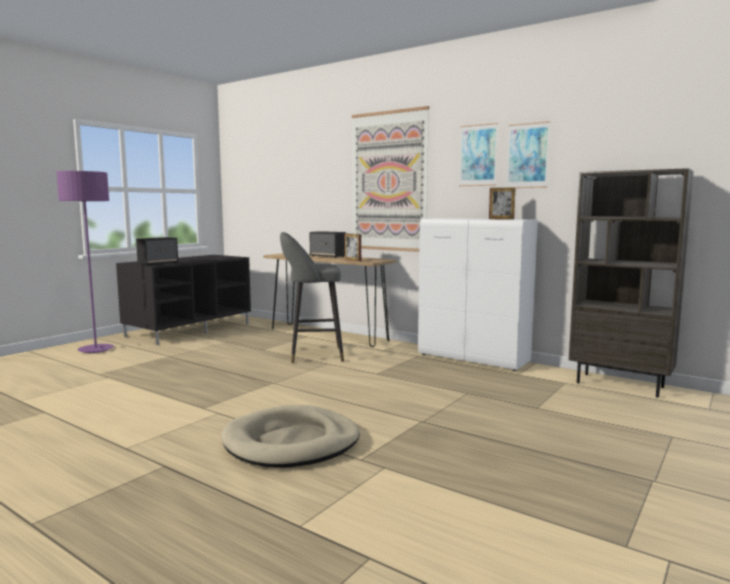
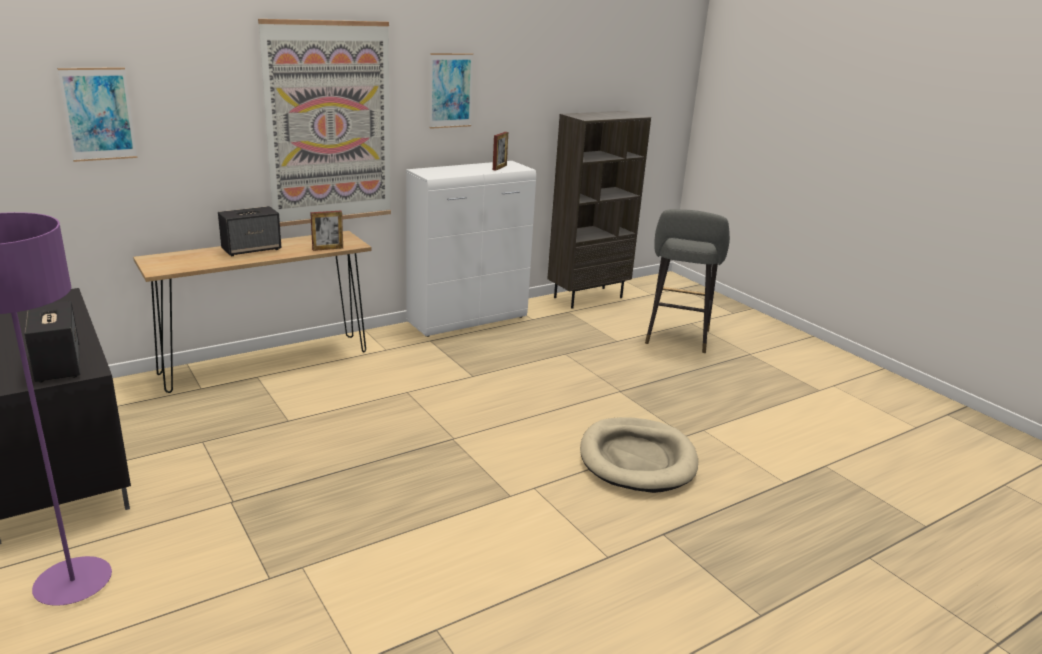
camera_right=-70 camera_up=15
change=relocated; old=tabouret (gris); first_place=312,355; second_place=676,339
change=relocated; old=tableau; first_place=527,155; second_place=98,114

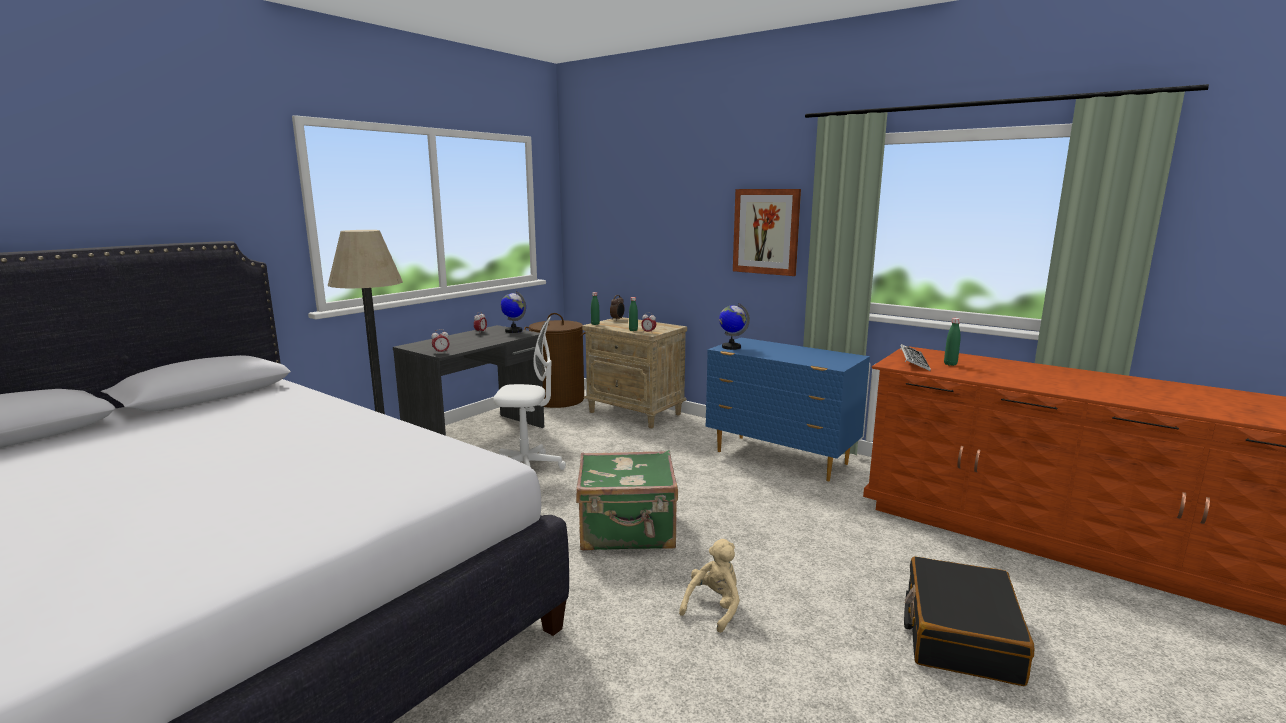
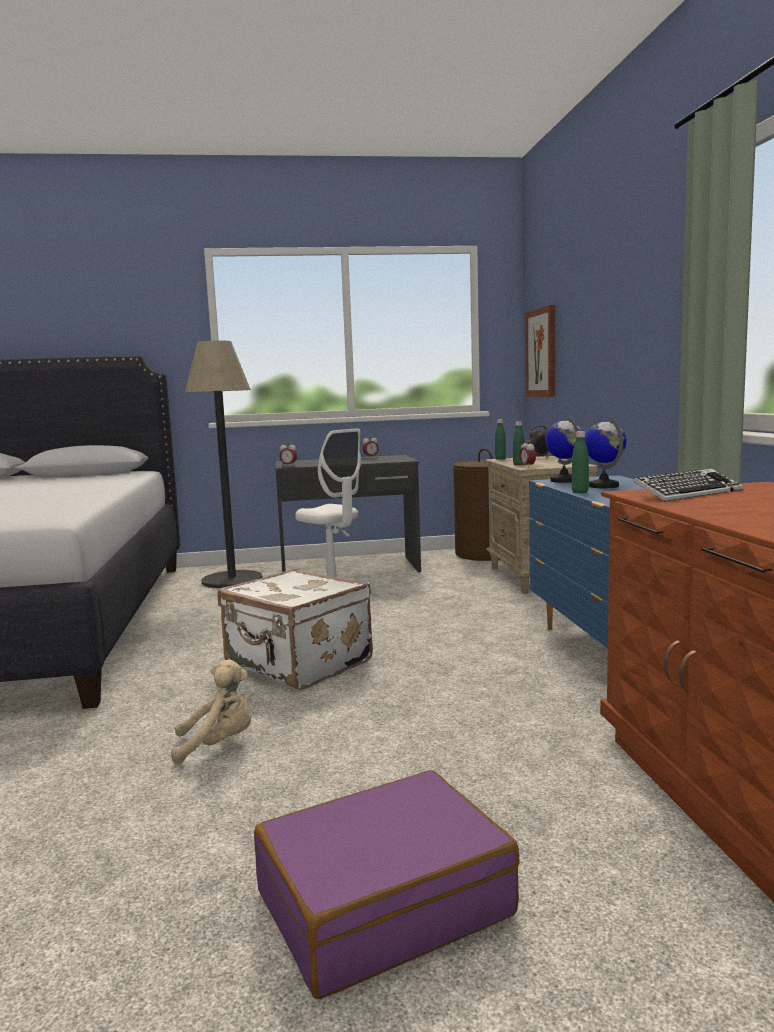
camera_right=45 camera_up=-5
change=relocated; old=globe; first_place=513,331; second_place=603,486
change=colour; old=valise (vert); new=valise (blanc); first_place=627,531; second_place=297,664
change=relocated; old=tableau; first_place=766,231; second_place=542,353
change=colour; old=valise (noir); new=valise (violet); first_place=960,634; second_place=383,902
change=relocated; old=bouteille (vert); first_place=950,364; second_place=580,492

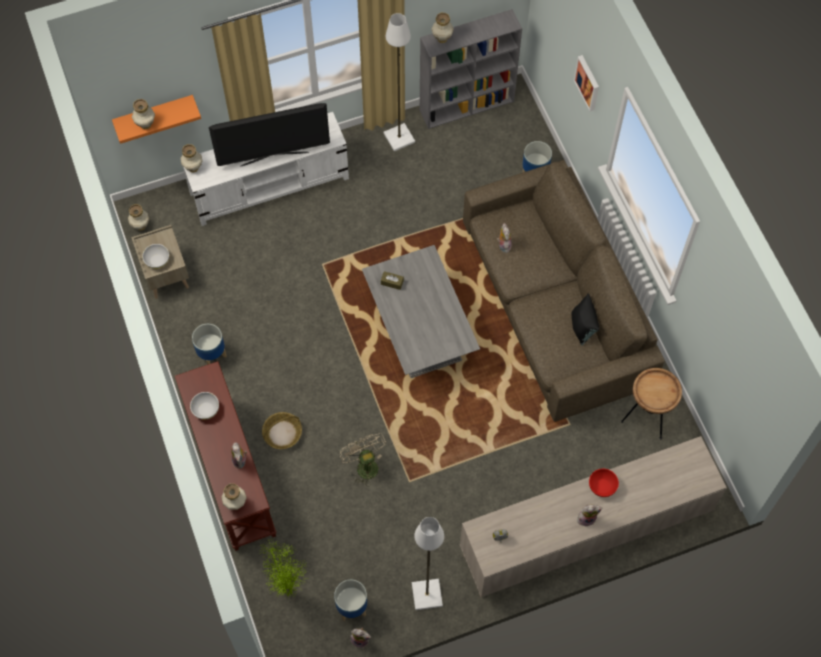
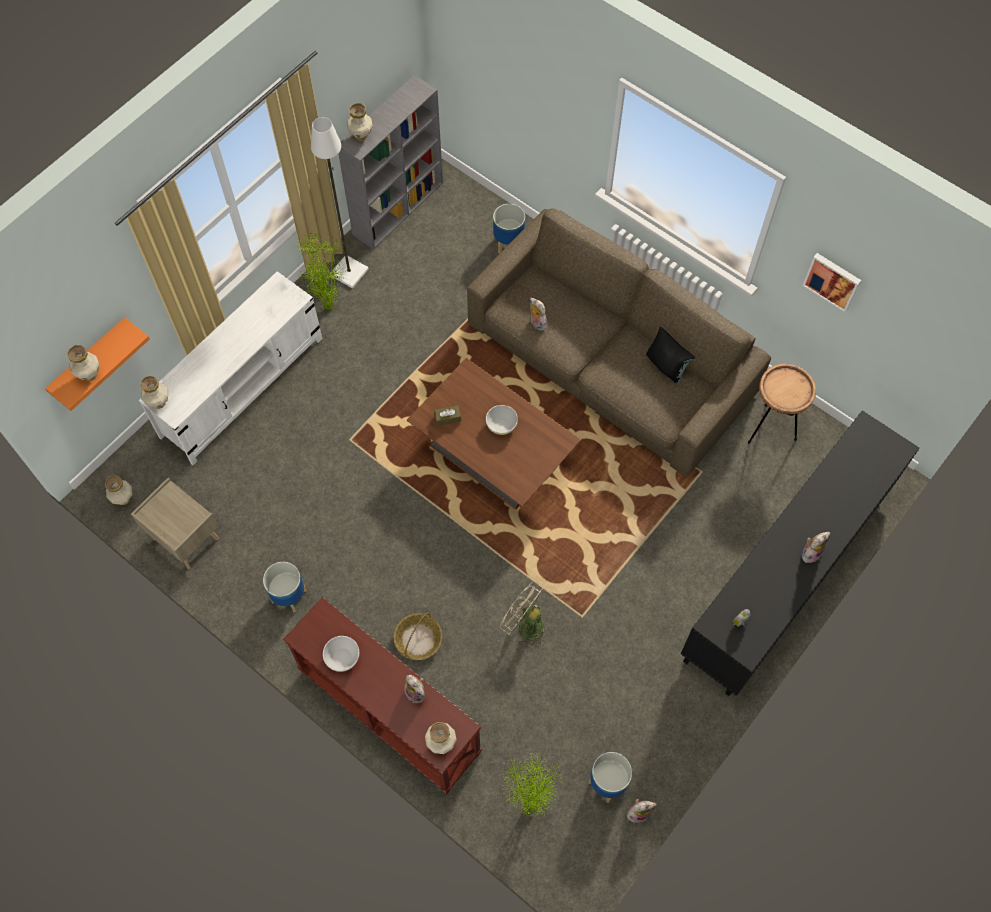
camera_right=-30 camera_up=0
change=relocated; old=bol (blanc); first_place=157,260; second_place=501,425
change=missing; old=téléviseur; first_place=274,158
change=colour; old=table basse (gris); new=table basse (marron); first_place=420,330; second_place=494,456
change=missing; old=lampadaire (blanc); first_place=427,595
change=colour; old=meuble de rangement (beige); new=meuble de rangement (noir); first_place=585,534; second_place=787,573
change=relocated; old=tableau; first_place=588,82; second_place=832,281
change=missing; old=bol (rouge); first_place=602,486
change=appeared; new=plante en pot; second_place=329,308

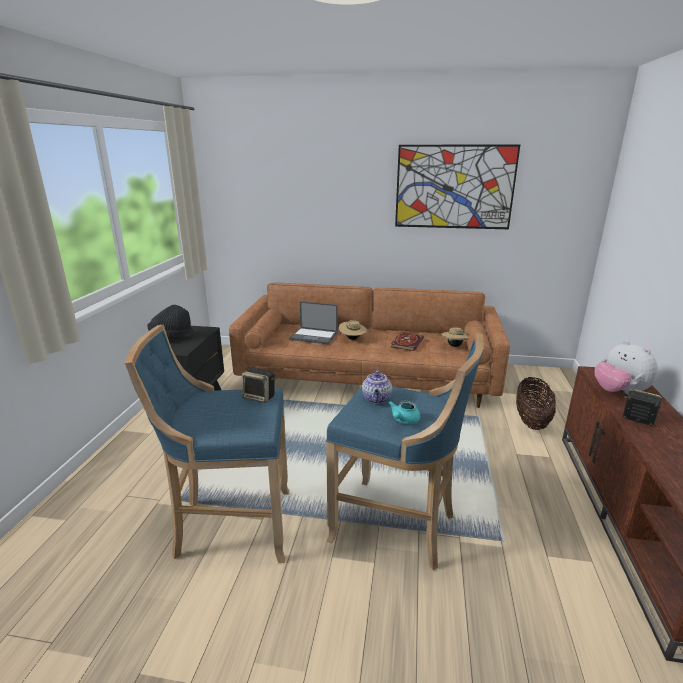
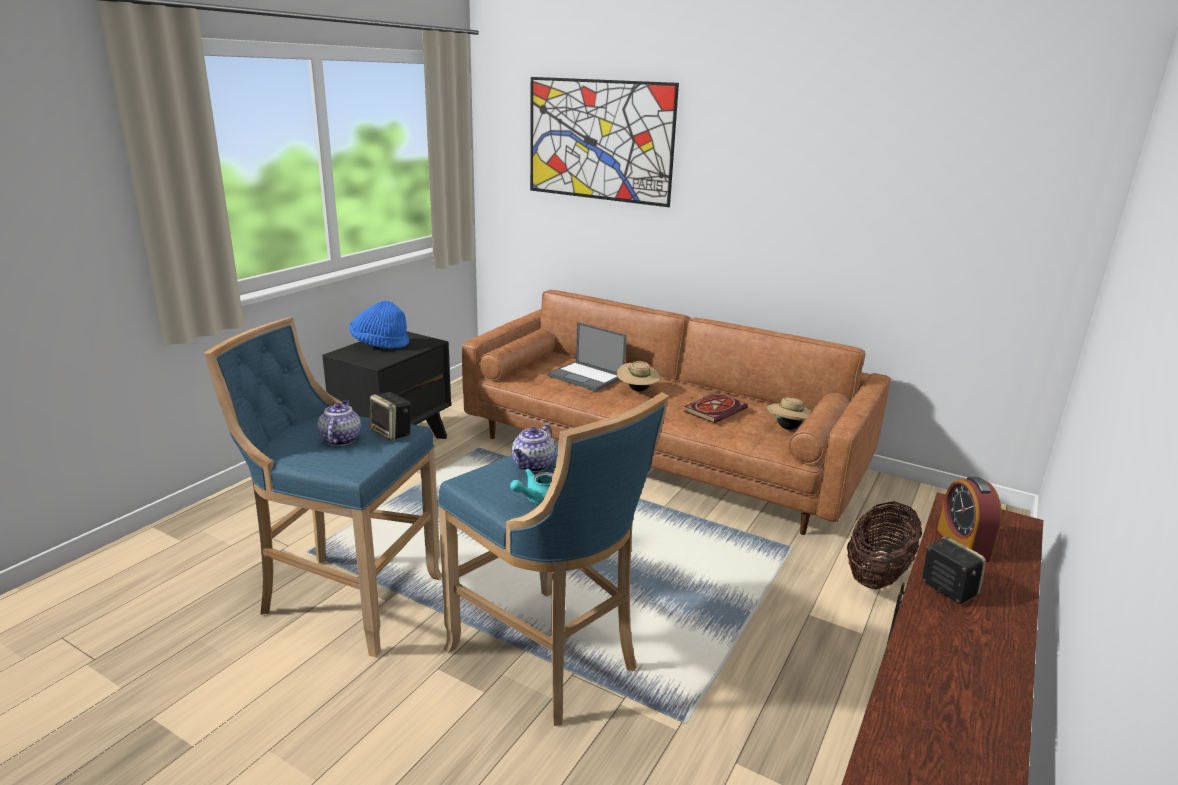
camera_right=20 camera_up=0
change=colour; old=chapeau (noir); new=chapeau (bleu); first_place=171,337; second_place=379,344
change=relocated; old=tableau; first_place=454,187; second_place=599,140
change=exchanged; old=peluche; new=réveil; first_place=619,392; second_place=962,544
change=appeared; new=théière; second_place=340,439

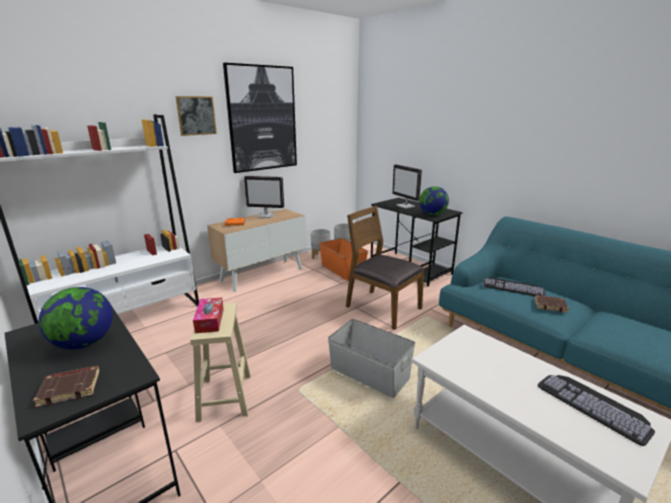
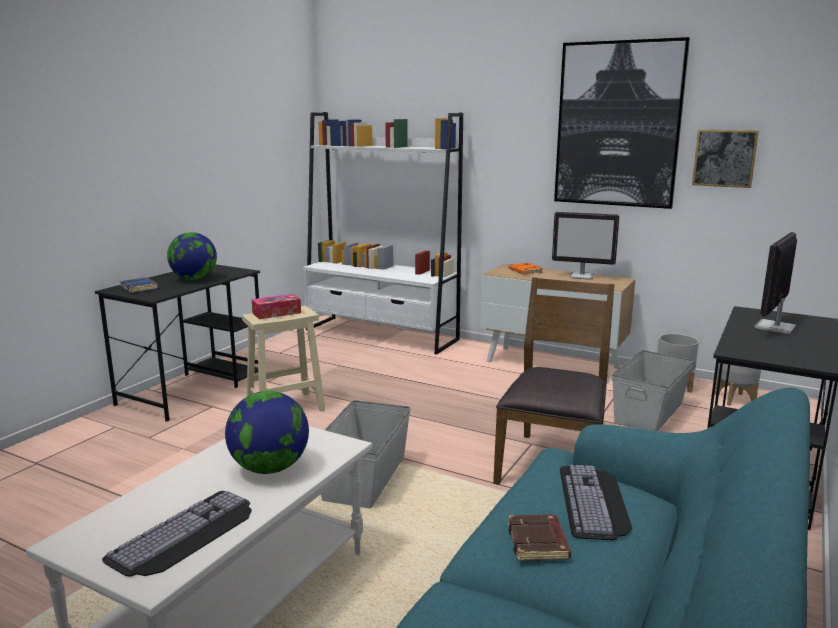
camera_right=70 camera_up=-5
change=colour; old=livre (marron); new=livre (bleu); first_place=71,388; second_place=140,288
change=relocated; old=tableau; first_place=196,115; second_place=724,158
change=spun; old=écran d'ordinateur; first_place=266,215; second_place=582,276; degrees=-60
change=colour; old=boîte de rangement (orange); new=boîte de rangement (gris); first_place=342,270; second_place=649,412
change=relocated; old=globe; first_place=432,214; second_place=270,468

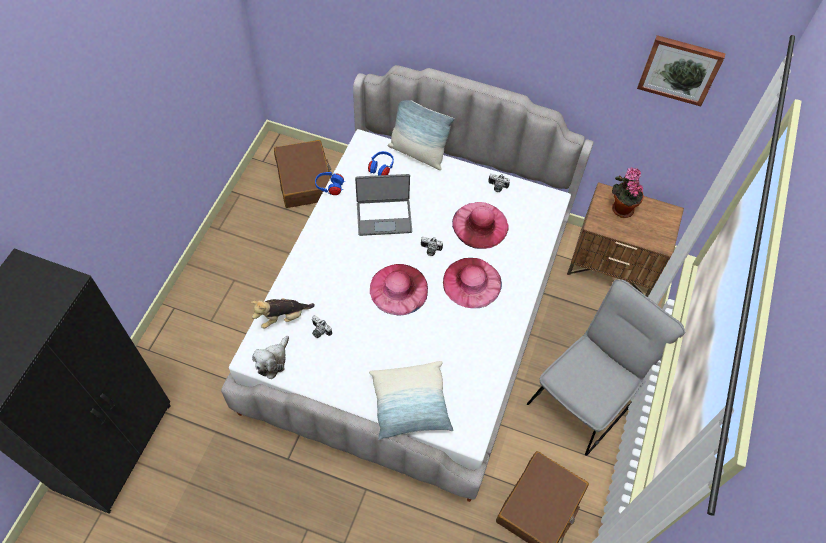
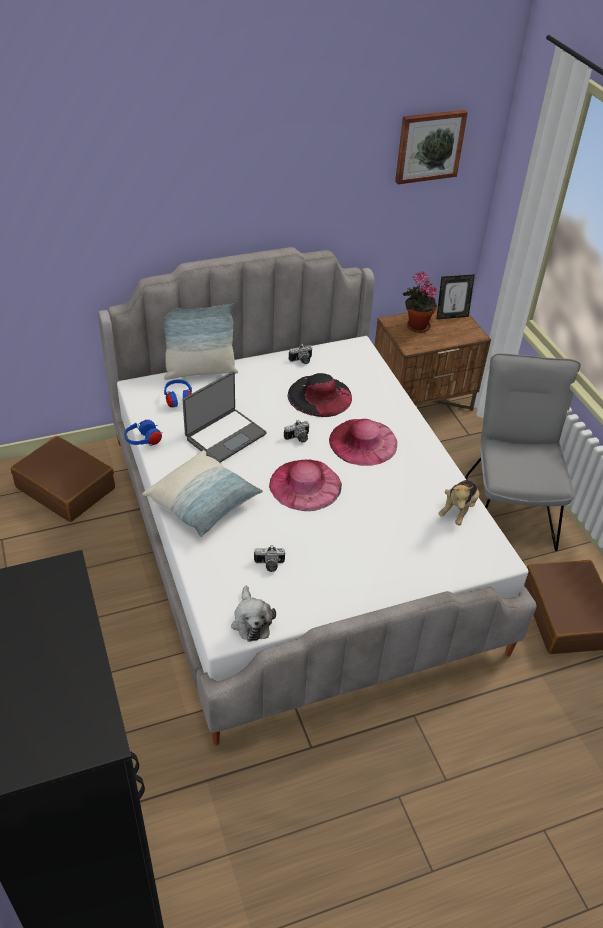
camera_right=-40 camera_up=-15
change=relocated; old=peluche; first_place=283,317; second_place=458,510
change=relocated; old=coussin; first_place=410,405; second_place=203,503
change=colour; old=chapeau (rose); new=chapeau (noir); first_place=480,225; second_place=319,396
change=appeared; new=cadre photo; second_place=451,316

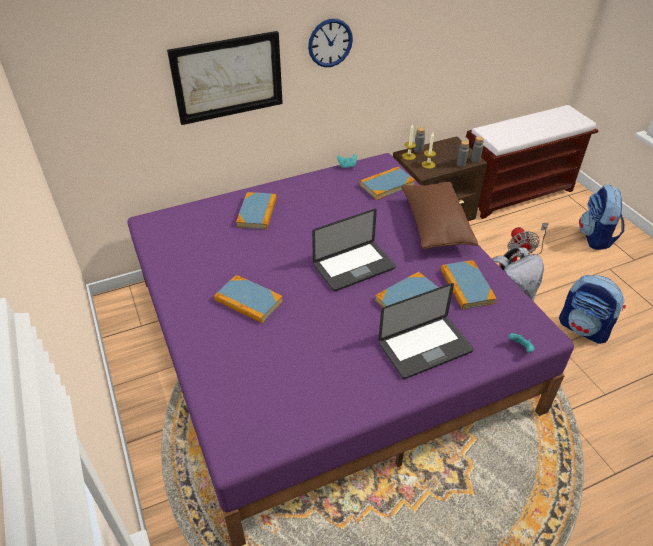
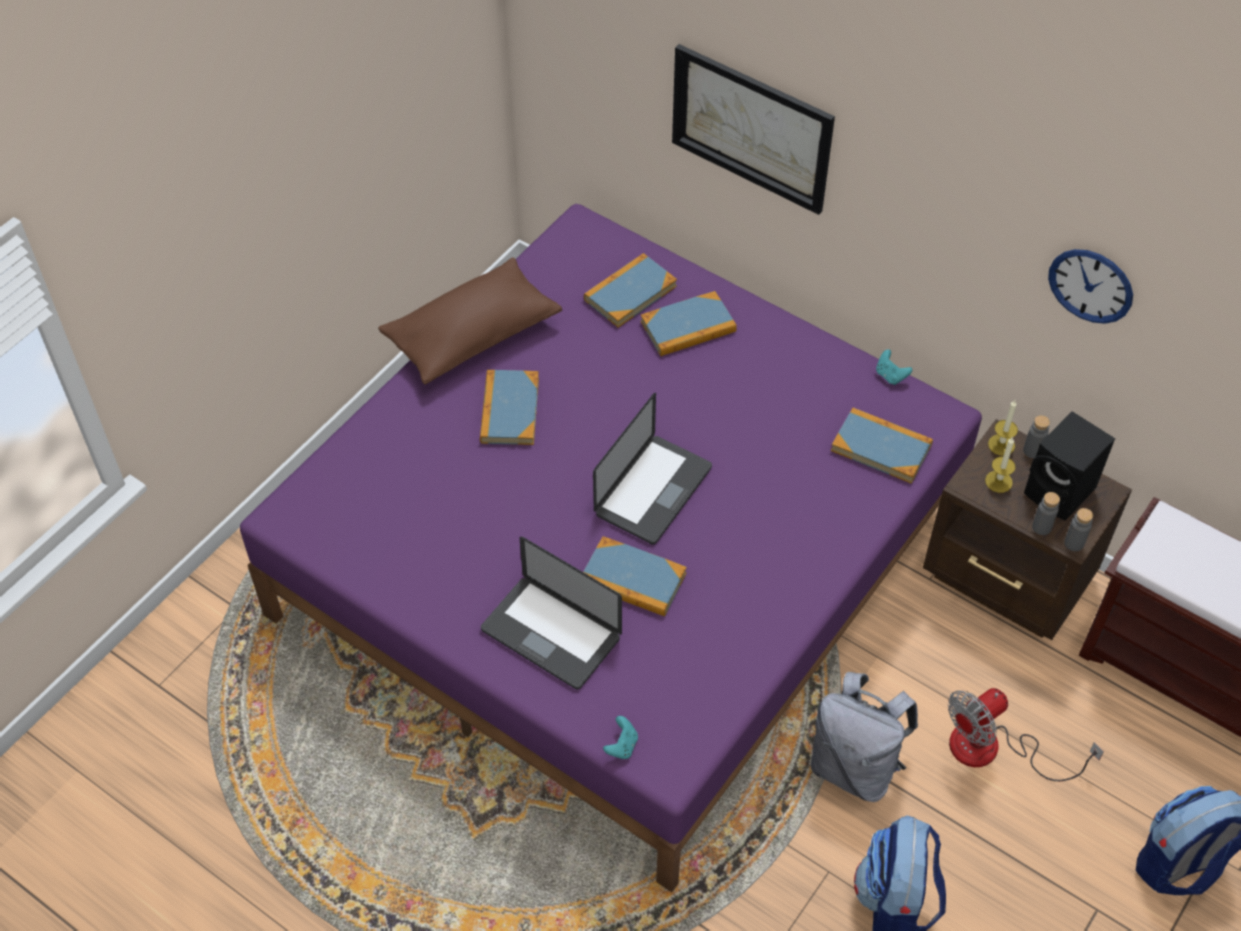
camera_right=60 camera_up=10
change=relocated; old=horloge murale; first_place=330,43; second_place=1090,285
change=spun; old=ordinateur portable; first_place=354,267; second_place=653,491; degrees=-90
change=relocated; old=coussin (marron); first_place=435,225; second_place=472,335
change=relocated; old=livre; first_place=466,286; second_place=630,293
change=appeared; new=enceinte (noir); second_place=1061,493

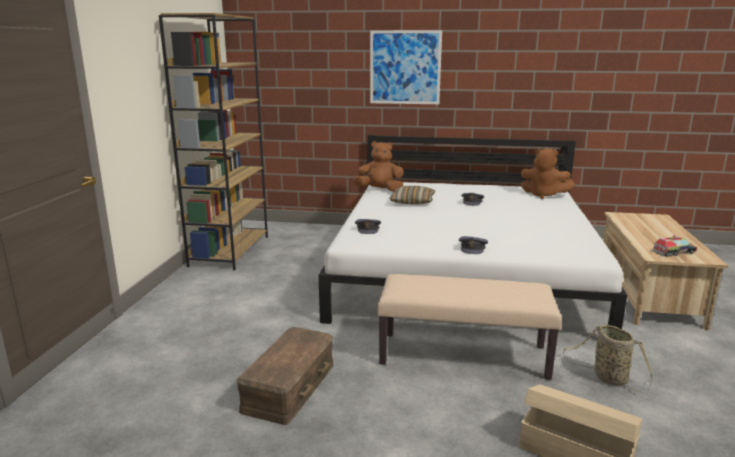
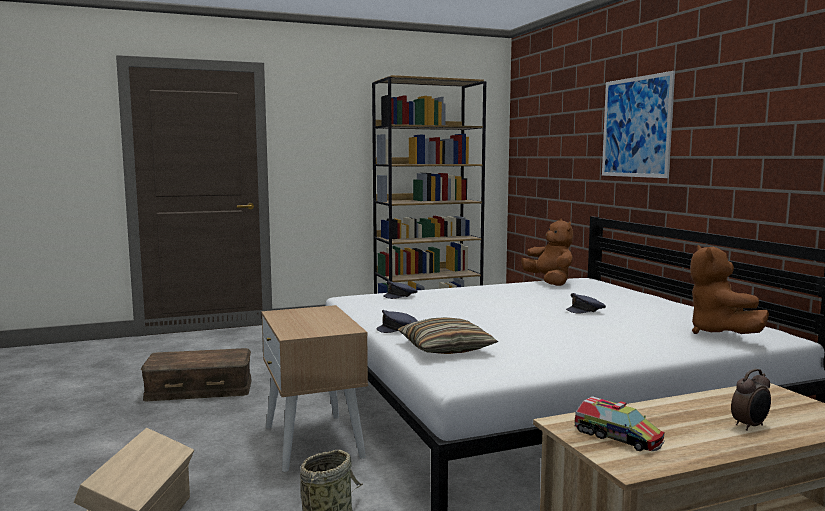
camera_right=60 camera_up=-10
change=exchanged; old=banc (beige); new=table de chevet (beige); first_place=464,355; second_place=314,441
change=relocated; old=coussin; first_place=412,202; second_place=445,348
change=appeared; new=réveil; second_place=750,426

